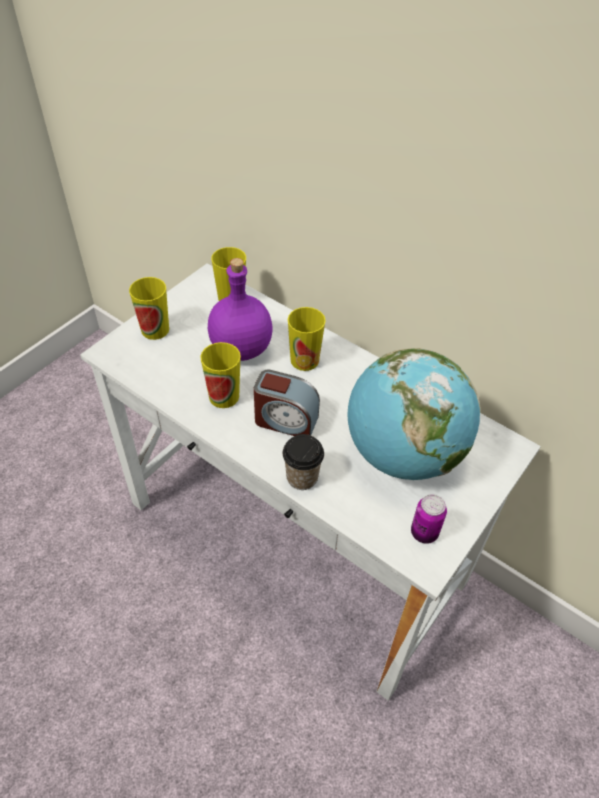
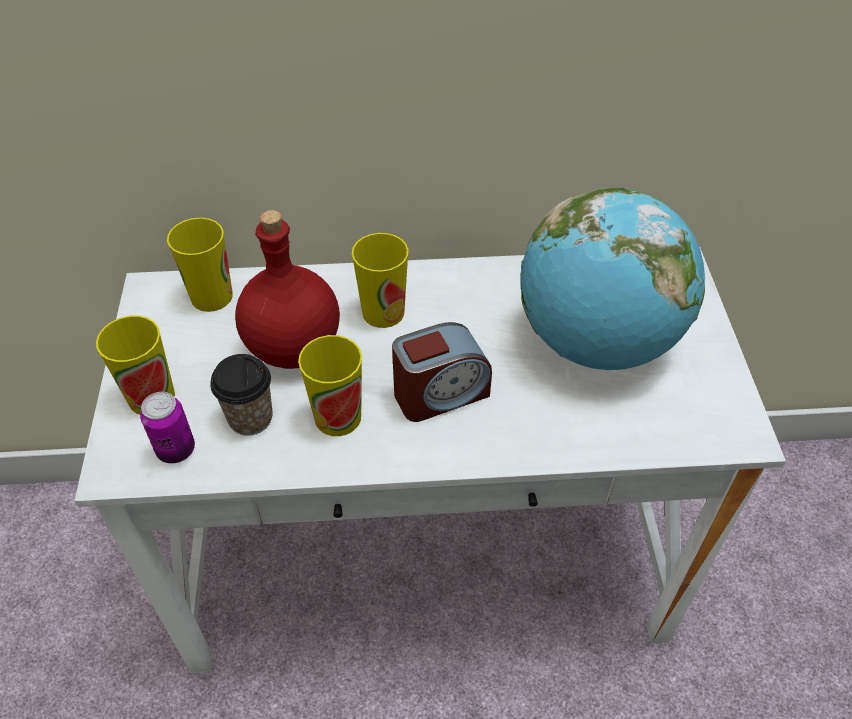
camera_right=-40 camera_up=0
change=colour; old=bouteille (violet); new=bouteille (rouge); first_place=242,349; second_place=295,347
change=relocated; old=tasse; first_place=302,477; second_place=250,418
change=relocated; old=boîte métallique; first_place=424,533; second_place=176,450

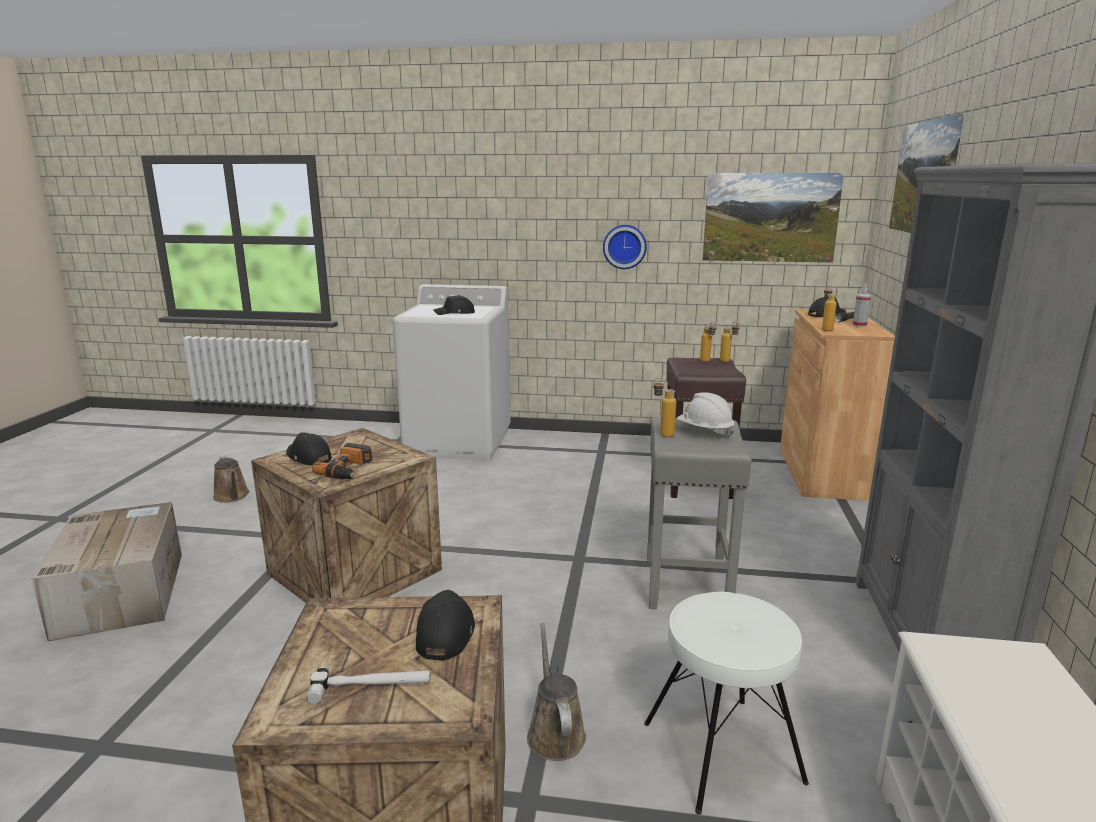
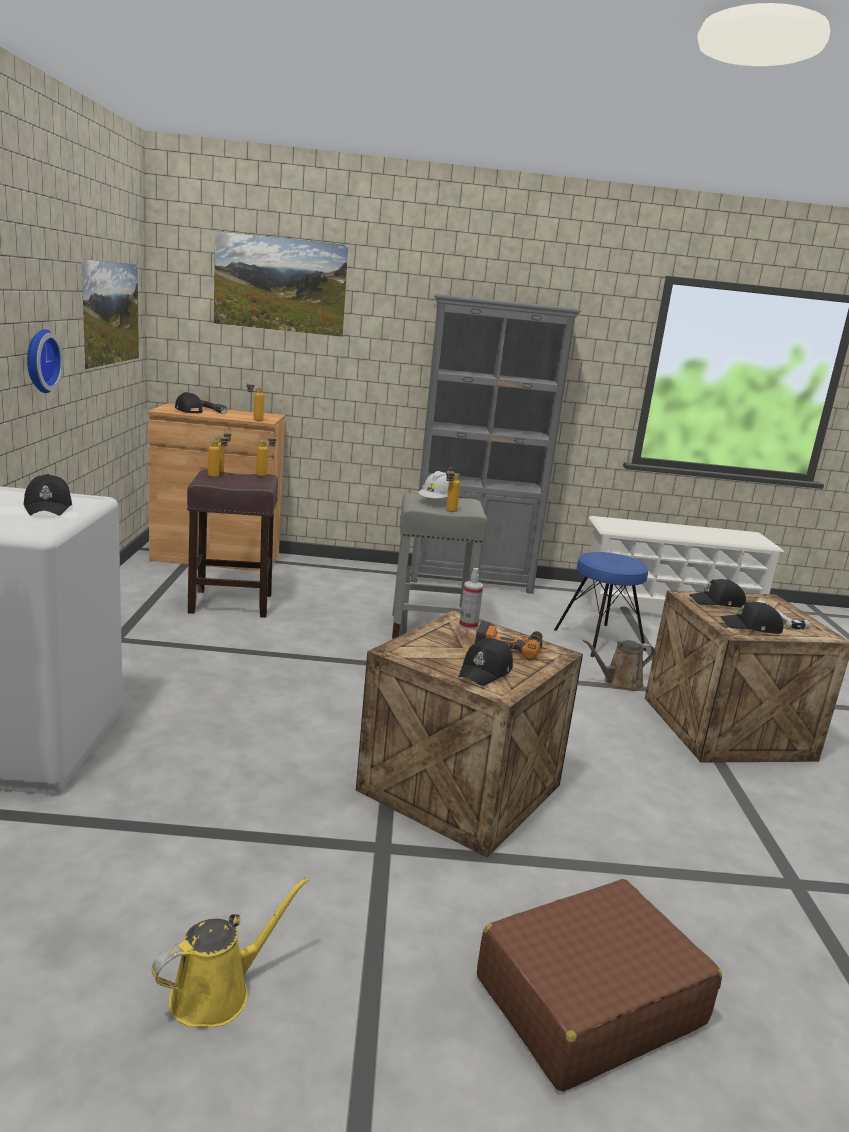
camera_right=-100 camera_up=0
change=exchanged; old=carton; new=valise (marron); first_place=121,592; second_place=588,1000
change=colour; old=arrosoir (marron); new=arrosoir (jaune); first_place=232,496; second_place=217,993
change=colour; old=tabouret (blanc); new=tabouret (bleu); first_place=721,751; second_place=599,640
change=relocated; old=vaporisateur; first_place=859,325; second_place=468,625
change=appeared; new=bouteille; second_place=265,475
change=appeared; new=casquette (noir); second_place=752,627

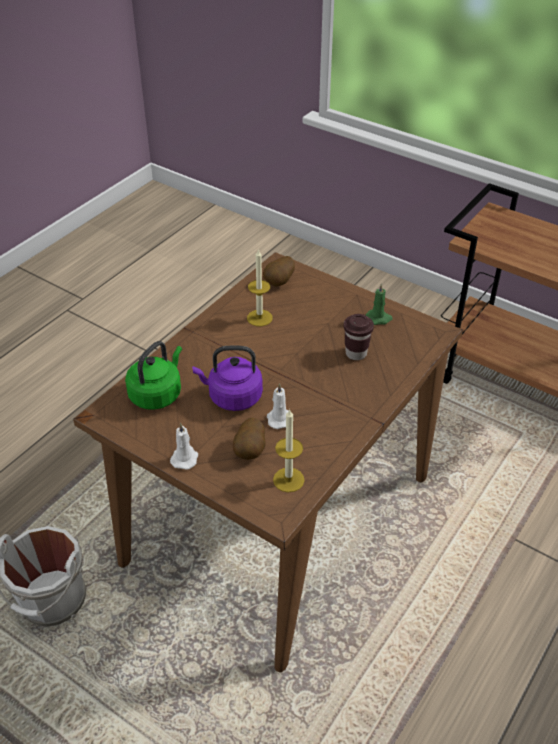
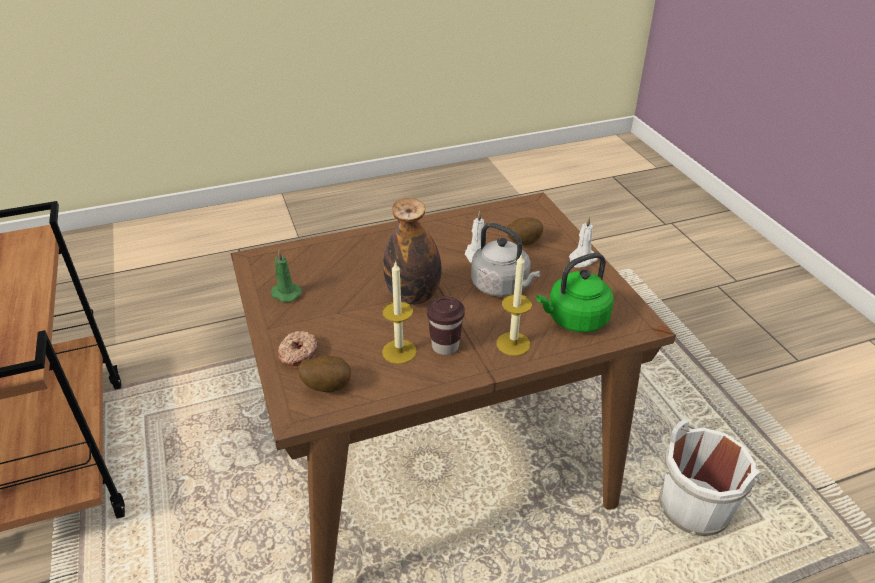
camera_right=-145 camera_up=-5
change=colour; old=bouilloire (violet); new=bouilloire (gris); first_place=232,397; second_place=502,286
change=relocated; old=bougie; first_place=288,480; second_place=513,344
change=relocated; old=tasse (marron); first_place=356,353; second_place=445,346
change=appeared; new=beignet; second_place=298,354
change=appeared; new=bouteille; second_place=413,296

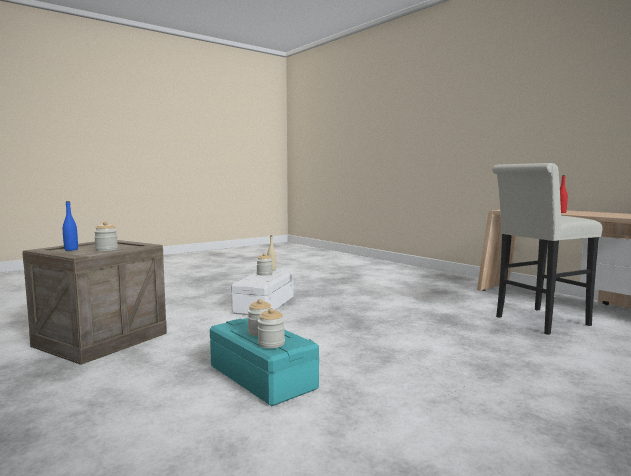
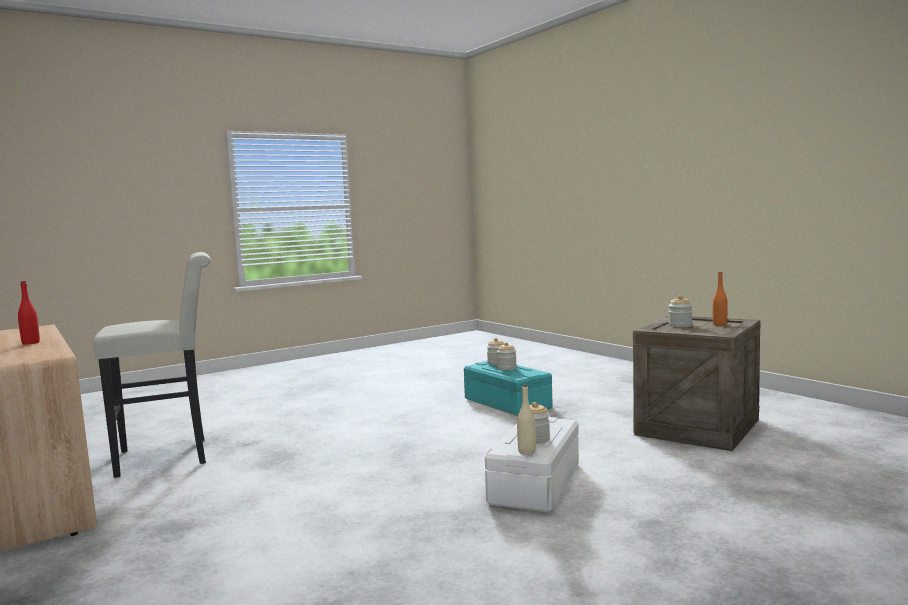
camera_right=-175 camera_up=0
change=colour; old=bouteille (bleu); new=bouteille (orange); first_place=71,249; second_place=719,324

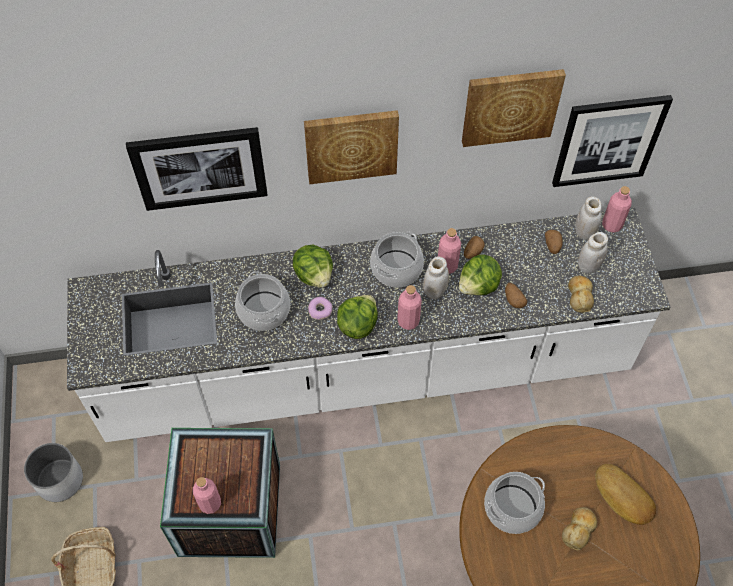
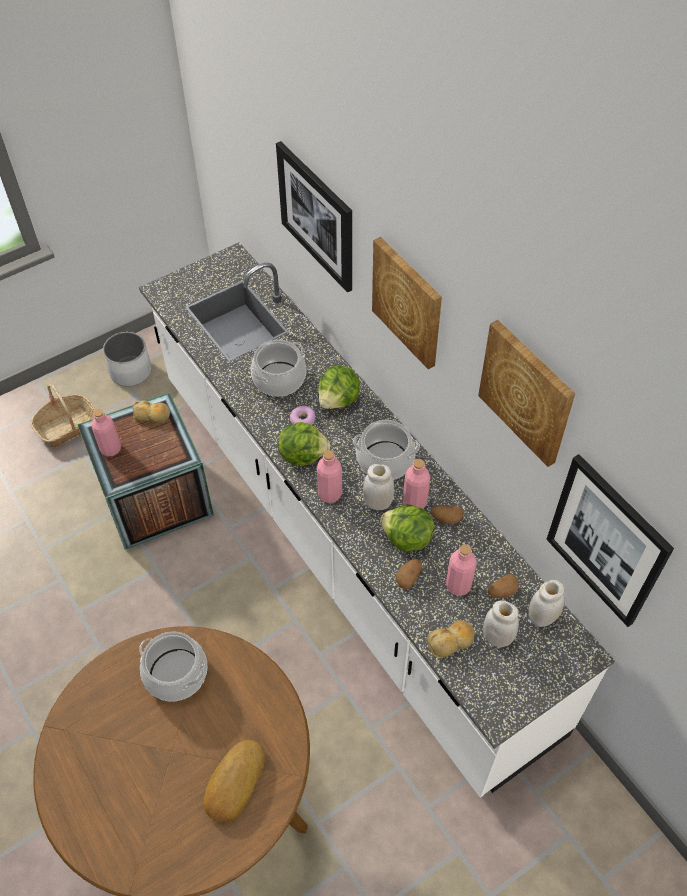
camera_right=65 camera_up=-5
change=relocated; old=pain; first_place=578,529; second_place=152,415
change=relocated; old=bouteille (rose); first_place=612,225; second_place=458,585

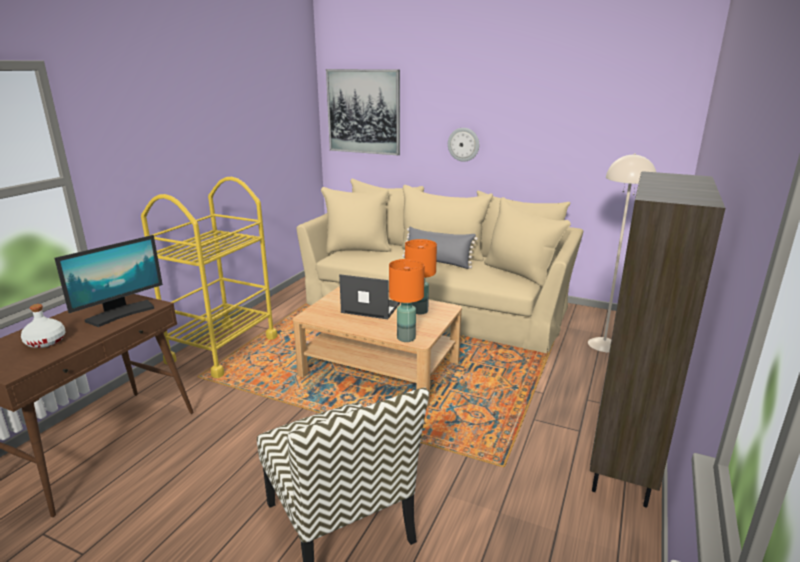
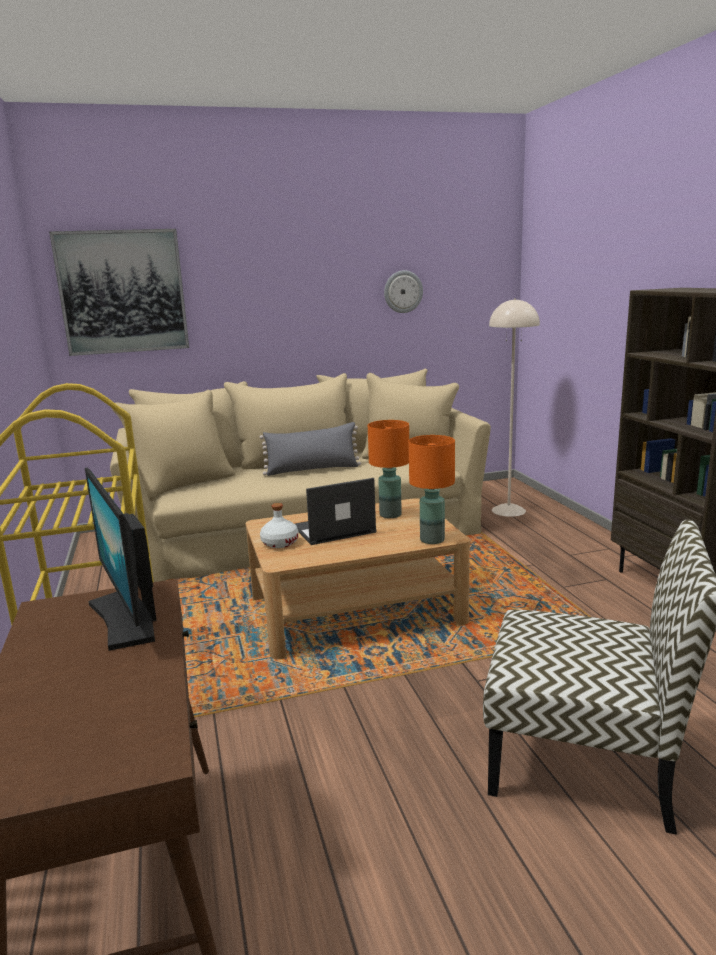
camera_right=-40 camera_up=-5
change=relocated; old=bouteille (blanc); first_place=46,341; second_place=279,543
change=spun; old=écran d'ordinateur; first_place=121,313; second_place=126,619; degrees=150
change=relocated; old=horloge murale; first_place=463,144; second_place=403,291

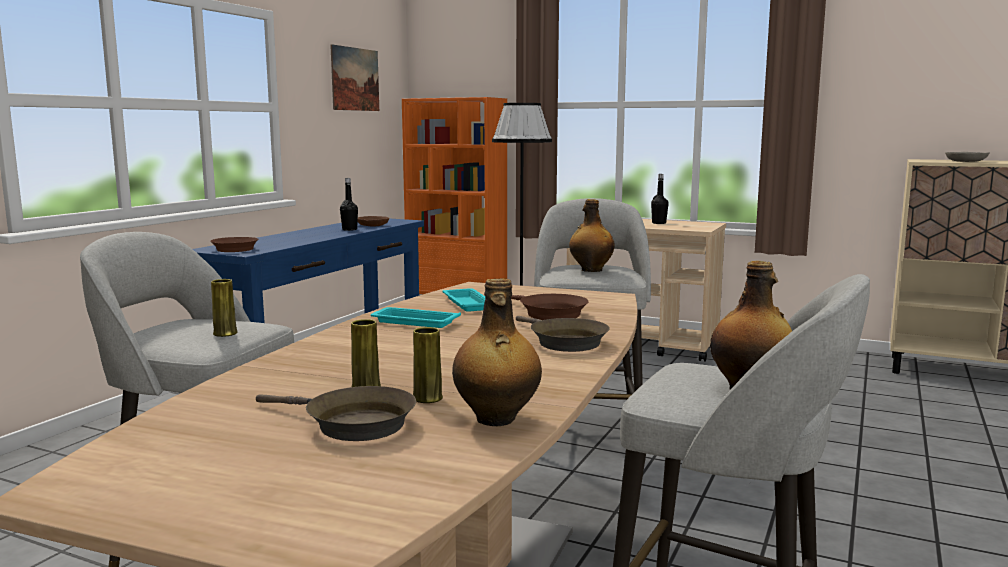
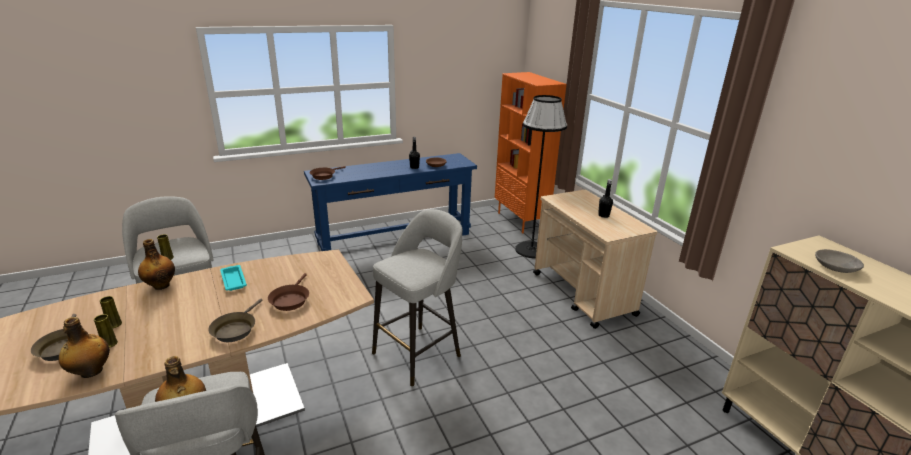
camera_right=40 camera_up=15
change=missing; old=tableau; first_place=355,79
change=missing; old=plateau (turquoise); first_place=467,303
change=relocated; old=bouteille; first_place=591,270; second_place=161,285

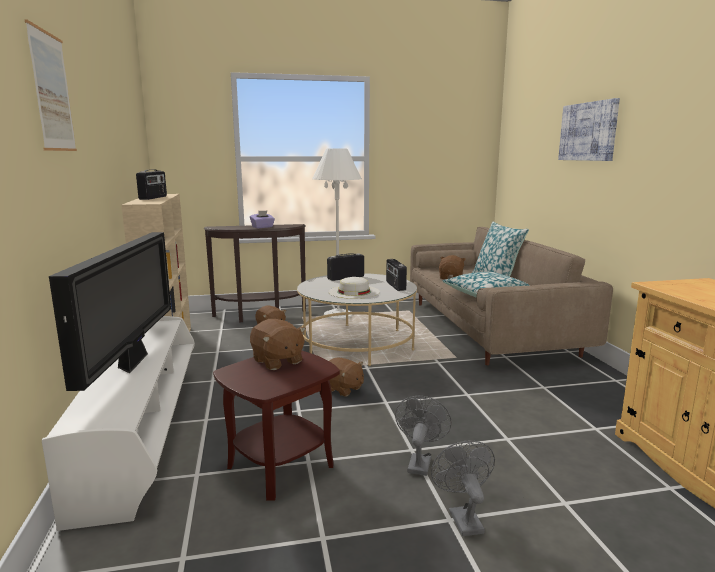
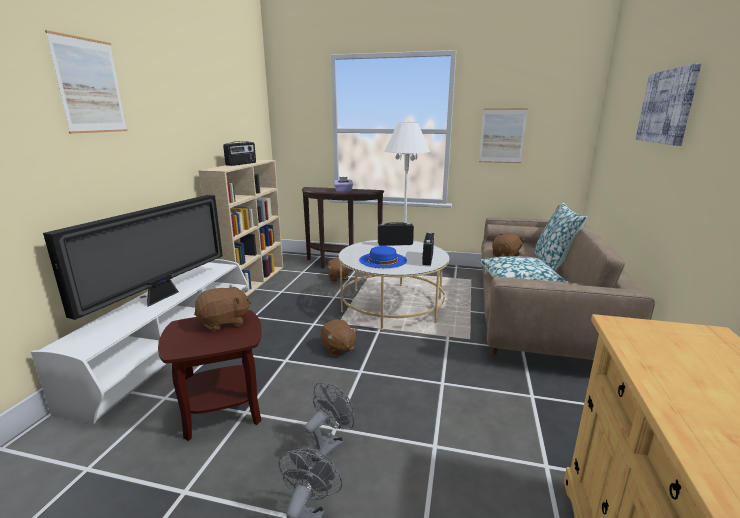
camera_right=25 camera_up=5
change=spun; old=peluche (marron); first_place=277,361; second_place=224,322; degrees=-105
change=colour; old=chapeau (blanc); new=chapeau (bleu); first_place=354,292; second_place=383,260
change=appeared; new=tableau; second_place=502,136

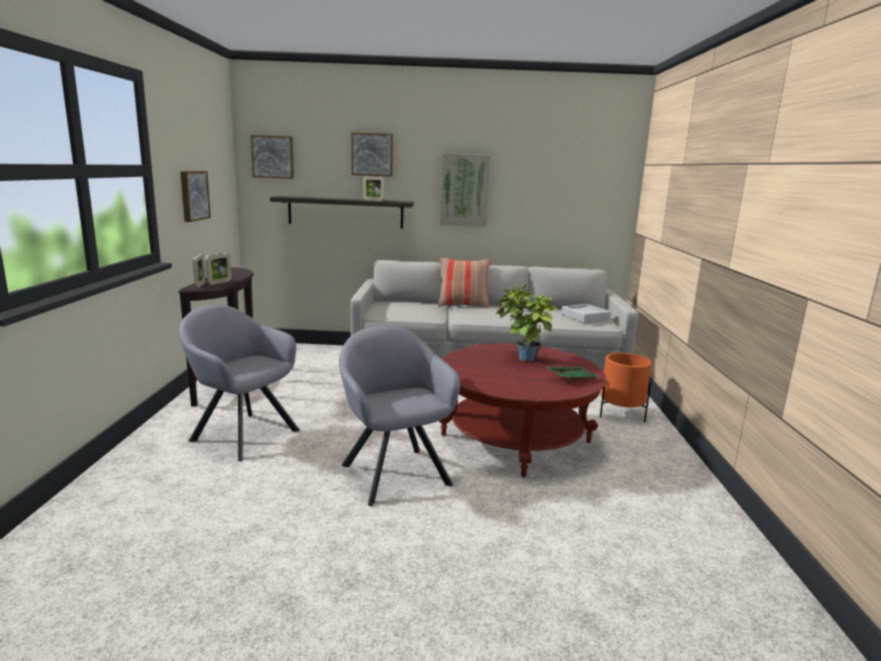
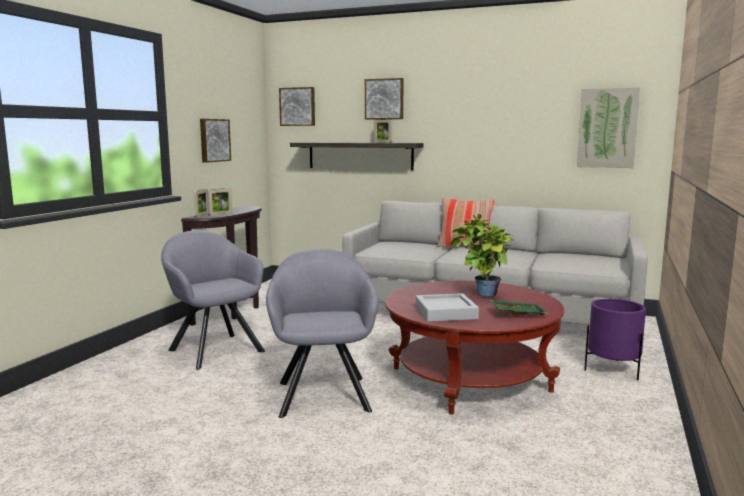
camera_right=20 camera_up=-5
change=relocated; old=tableau; first_place=464,190; second_place=607,128
change=relocated; old=plateau (gris); first_place=585,317; second_place=446,313
change=colour; old=cache-pot (orange); new=cache-pot (violet); first_place=620,414; second_place=612,370

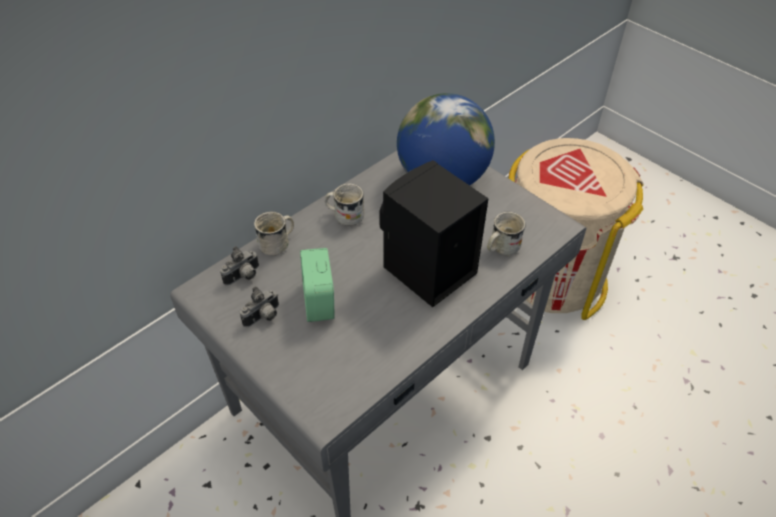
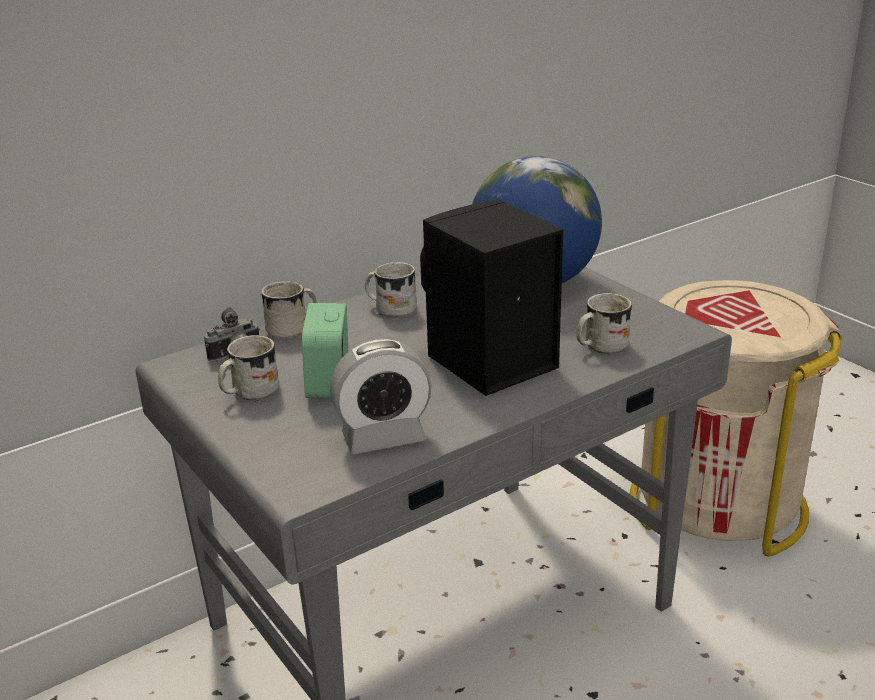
camera_right=10 camera_up=-20
change=exchanged; old=appareil photo; new=mug (blanc); first_place=263,317; second_place=249,393
change=appeared; new=réveil; second_place=384,438

